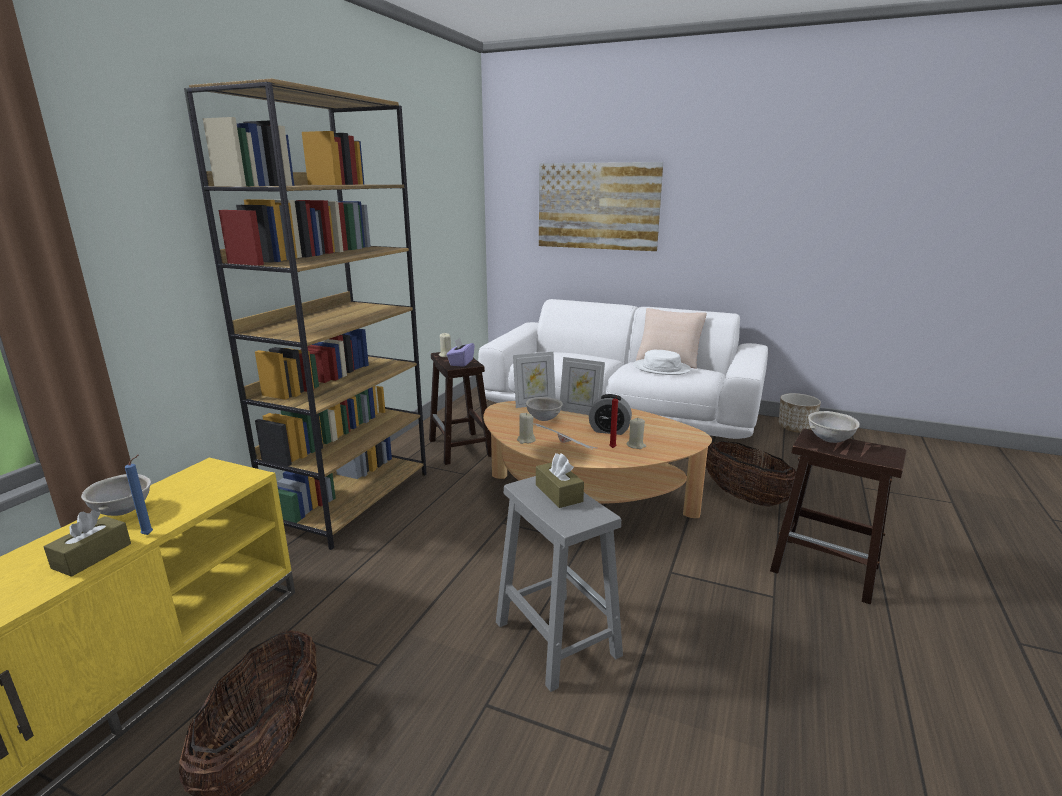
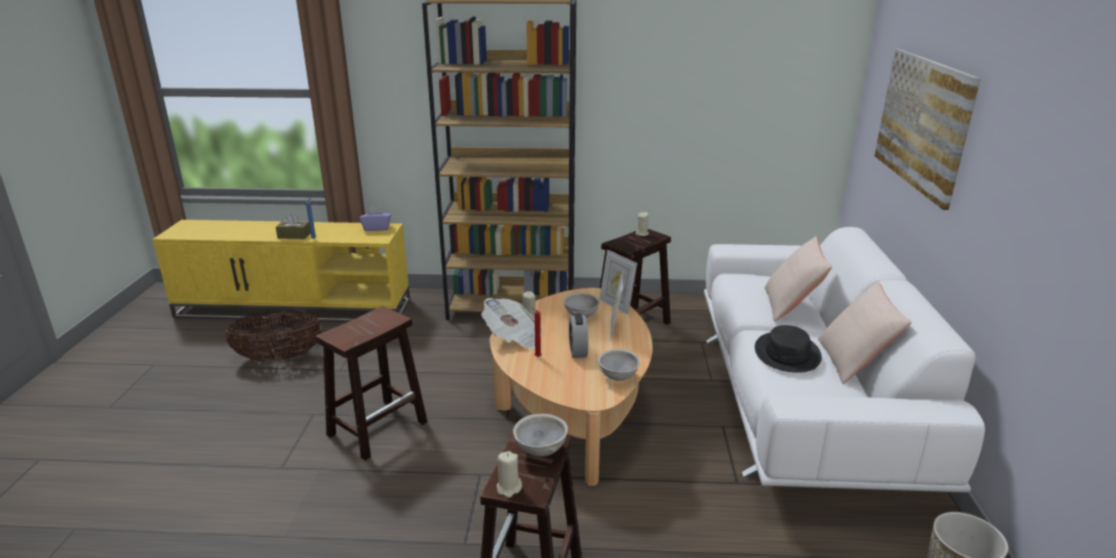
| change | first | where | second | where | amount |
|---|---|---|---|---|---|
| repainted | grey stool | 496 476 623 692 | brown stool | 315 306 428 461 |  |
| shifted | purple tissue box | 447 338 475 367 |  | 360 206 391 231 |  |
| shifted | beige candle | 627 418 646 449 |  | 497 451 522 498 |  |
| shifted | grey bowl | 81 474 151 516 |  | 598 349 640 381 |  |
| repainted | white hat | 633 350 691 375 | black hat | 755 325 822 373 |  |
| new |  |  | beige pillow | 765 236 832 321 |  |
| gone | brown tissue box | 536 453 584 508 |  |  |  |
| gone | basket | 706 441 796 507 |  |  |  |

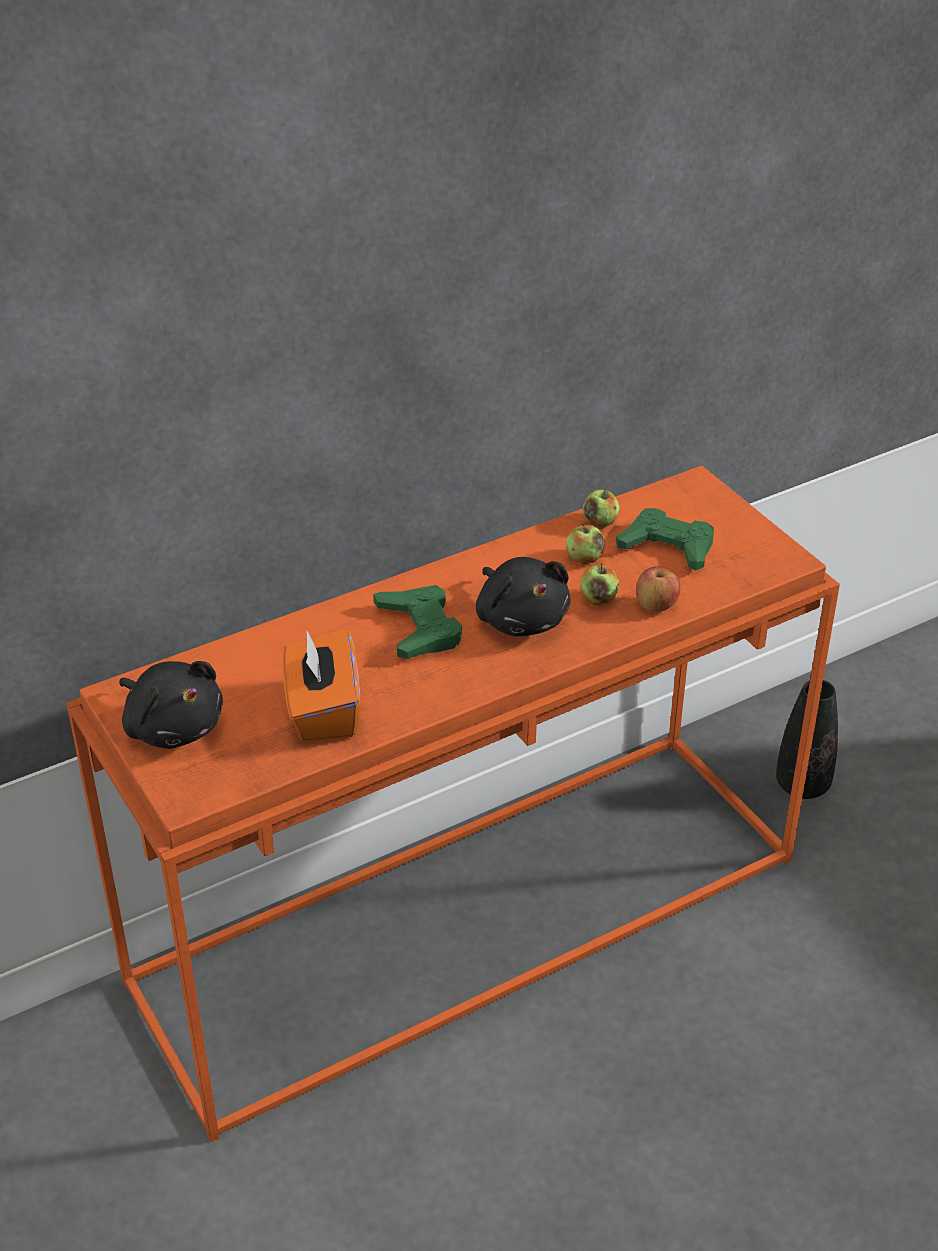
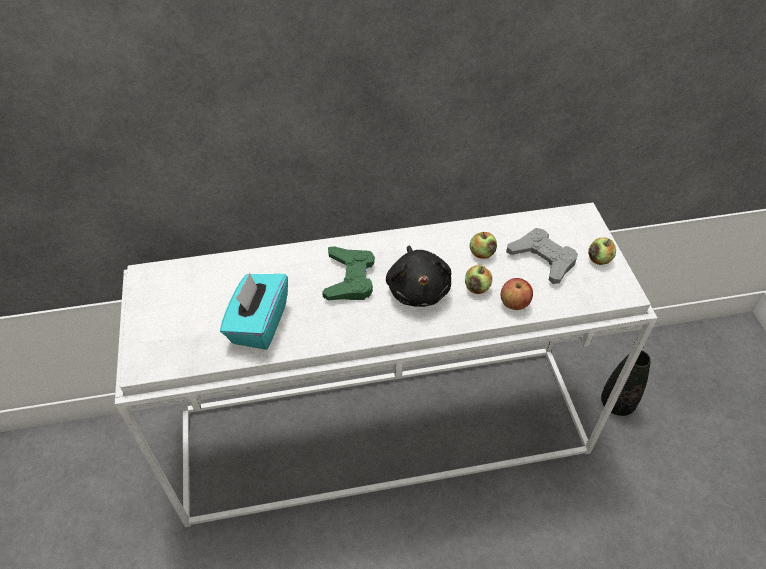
| change | first | where | second | where | amount |
|---|---|---|---|---|---|
| repainted | orange console table | 66 466 840 1142 | white console table | 115 202 657 527 |  |
| repainted | orange tissue box | 283 629 360 742 | turquoise tissue box | 220 273 288 350 |  |
| repainted | green game controller | 616 508 714 570 | grey game controller | 506 228 578 284 |  |
| shifted | apple | 582 489 620 528 |  | 588 237 616 265 |  |
| gone | black plush toy | 119 661 223 749 |  |  |  |

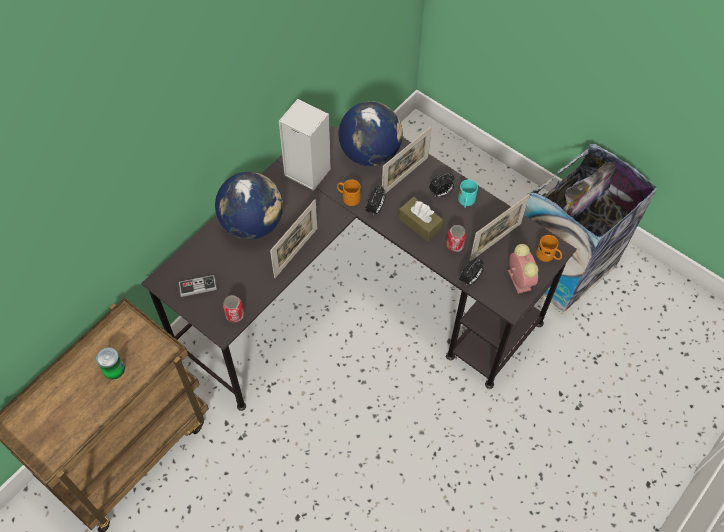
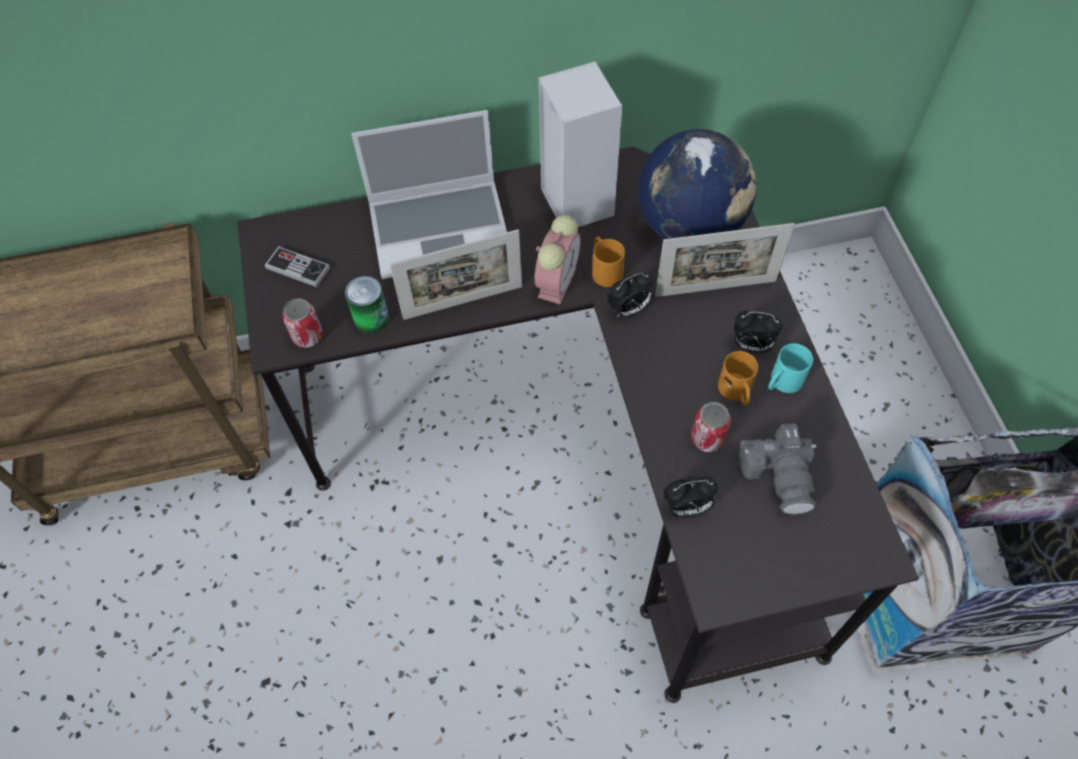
| change | first | where | second | where | amount |
|---|---|---|---|---|---|
| shifted | can | 96 347 125 380 |  | 345 276 389 333 |  |
| swapped | globe | 215 172 283 240 | laptop | 351 110 507 279 |  |
| shifted | alarm clock | 508 244 538 294 |  | 535 215 581 304 |  |
| shifted | orange mug | 536 235 562 262 |  | 718 351 758 406 |  |
| swapped | picture frame | 470 194 530 261 | photo camera | 739 424 817 515 |  |
| gone | brown tissue box | 399 197 443 242 |  |  |  |

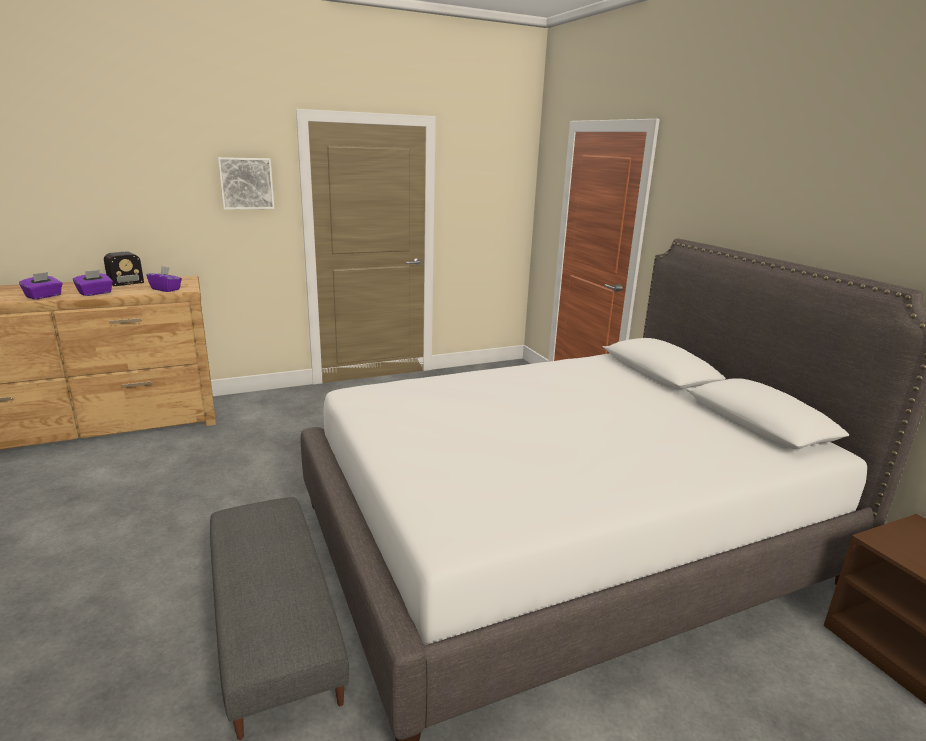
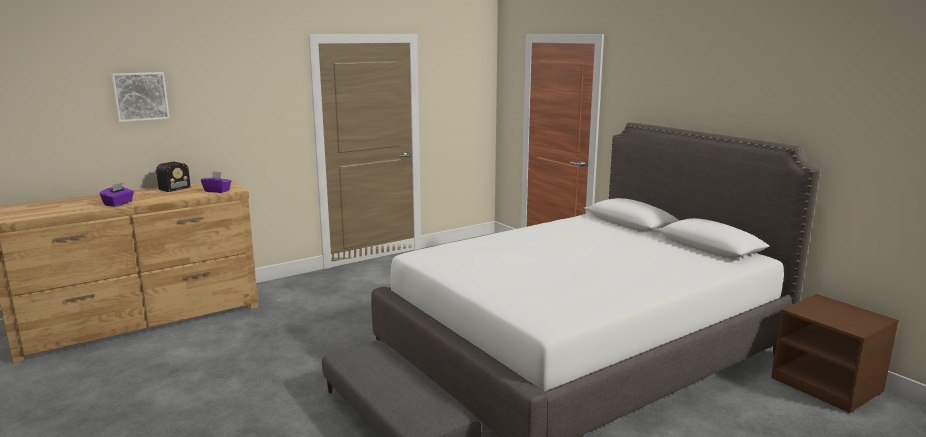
| change | first | where | second | where | amount |
|---|---|---|---|---|---|
| shifted | picture | 218 157 274 210 |  | 111 72 170 122 |  |
| gone | purple tissue box | 73 270 113 296 |  |  |  |

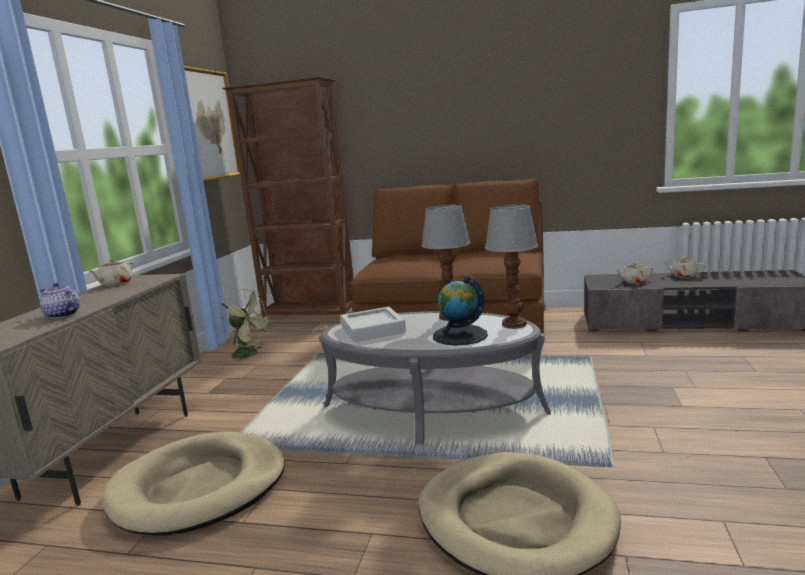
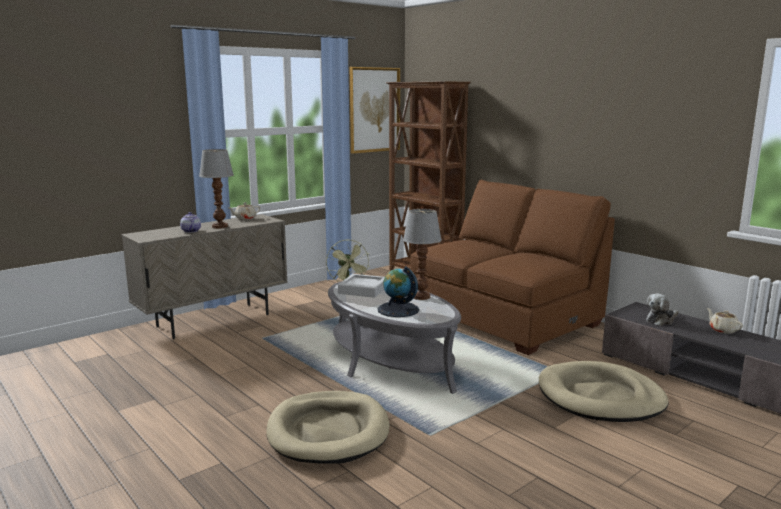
| change | first | where | second | where | amount |
|---|---|---|---|---|---|
| shifted | table lamp | 485 204 539 329 |  | 199 149 234 229 |  |
| shifted | beige dog bed | 102 432 285 536 |  | 539 361 668 422 |  |
| swapped | beige teapot | 615 263 653 284 | plush toy | 646 293 679 326 |  |

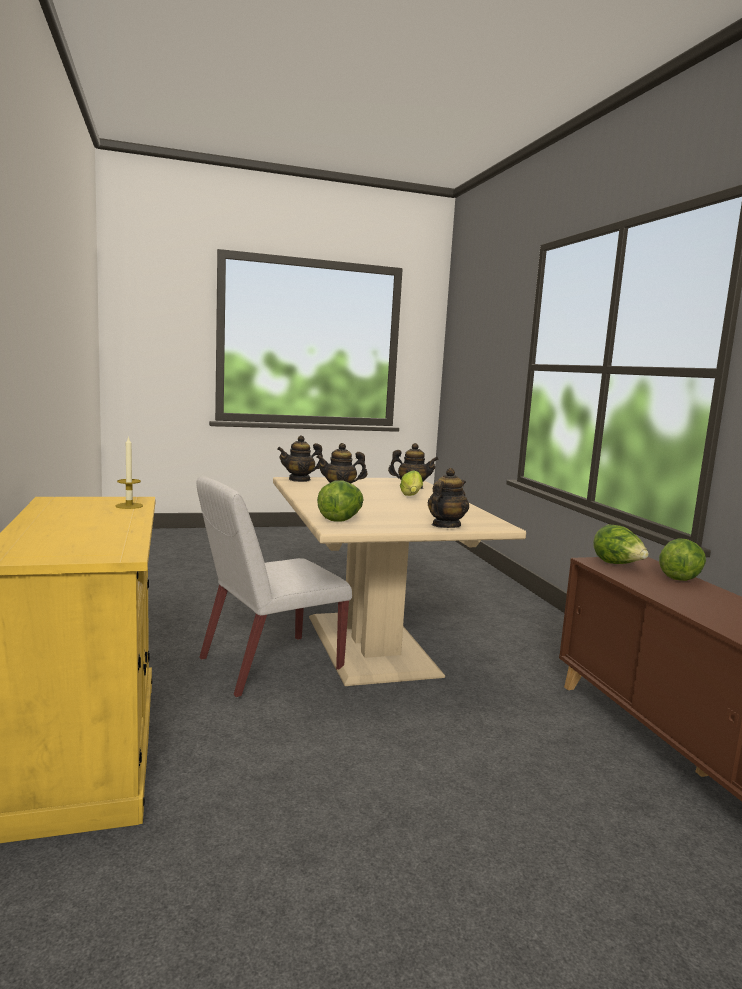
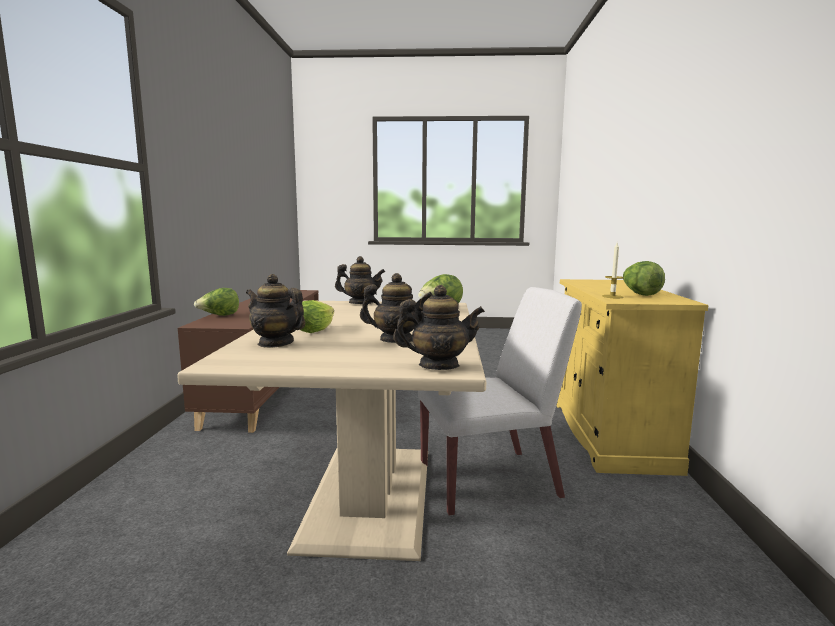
| change | first | where | second | where | amount |
|---|---|---|---|---|---|
| rotated | teapot | 428 468 469 528 |  | 335 256 385 304 | 135 degrees counterclockwise |
| shifted | lettuce | 593 525 649 564 |  | 623 261 665 296 |  |

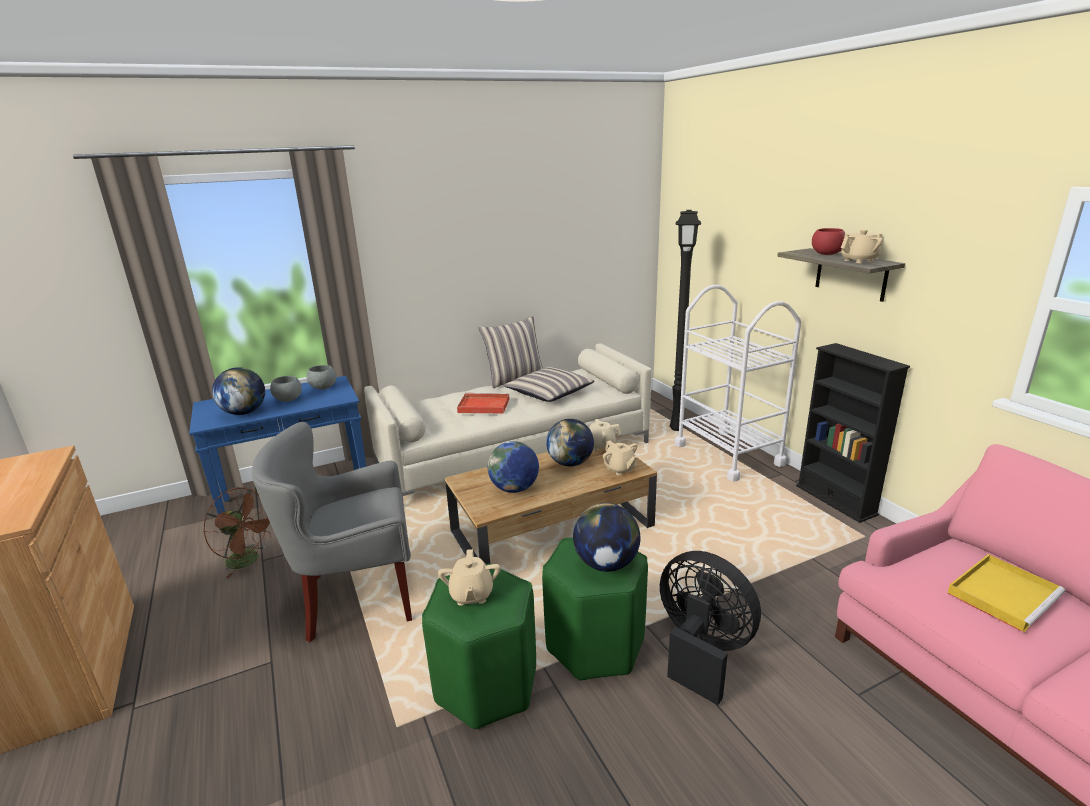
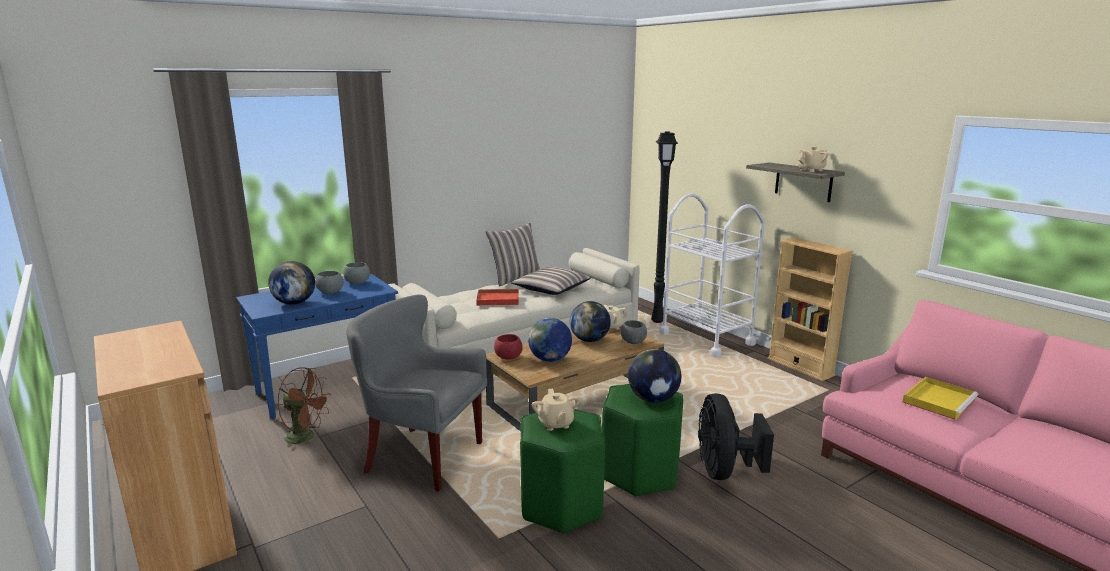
| change | first | where | second | where | amount |
|---|---|---|---|---|---|
| rotated | grey armchair | 252 422 412 642 |  | 346 295 487 492 | 45 degrees clockwise |
| shifted | red bowl | 812 228 845 255 |  | 494 334 523 360 |  |
| swapped | beige teapot | 603 440 638 475 | grey bowl | 621 320 647 344 |  |
| rotated | black fan | 660 551 761 705 |  | 698 393 774 480 | 120 degrees counterclockwise |
| repainted | black bookcase | 796 343 910 523 | beige bookcase | 767 237 854 381 |  |

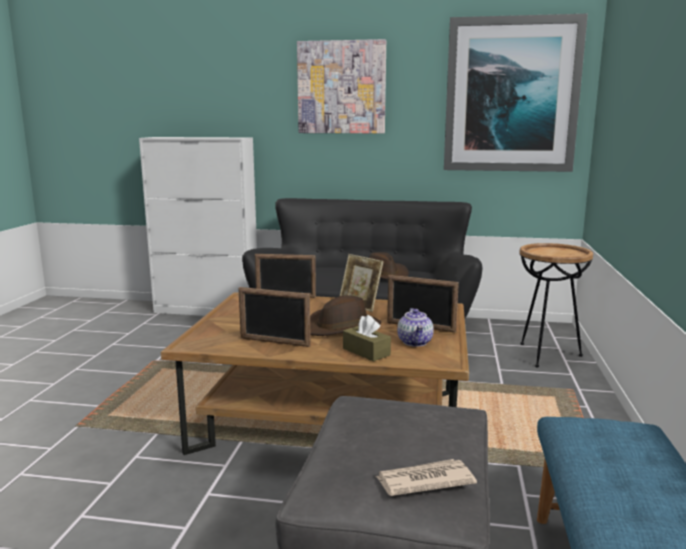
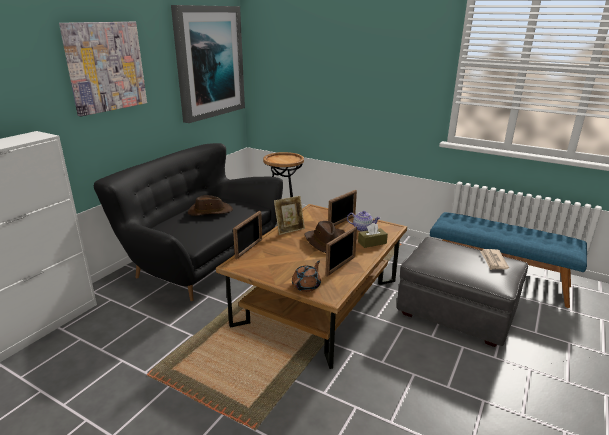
| change | first | where | second | where | amount |
|---|---|---|---|---|---|
| new |  |  | brown teapot | 292 260 321 292 |  |

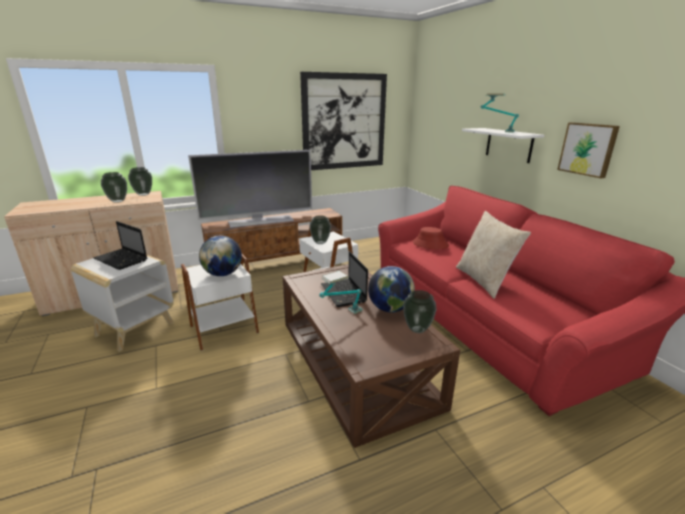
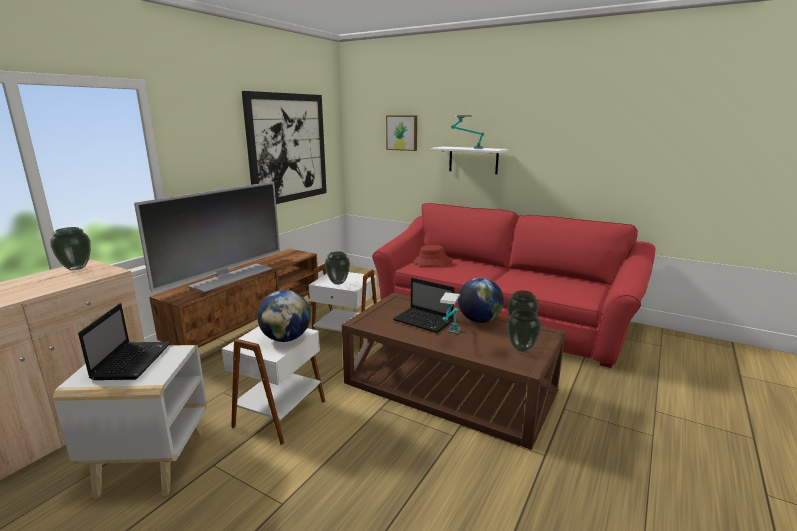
| change | first | where | second | where | amount |
|---|---|---|---|---|---|
| rotated | laptop | 93 221 147 270 |  | 78 303 171 380 | 90 degrees counterclockwise |
| shifted | picture | 557 122 620 178 |  | 386 116 417 151 |  |
| shifted | vase | 101 172 127 203 |  | 507 308 541 352 |  |
| gone | beige pillow | 456 211 531 299 |  |  |  |

